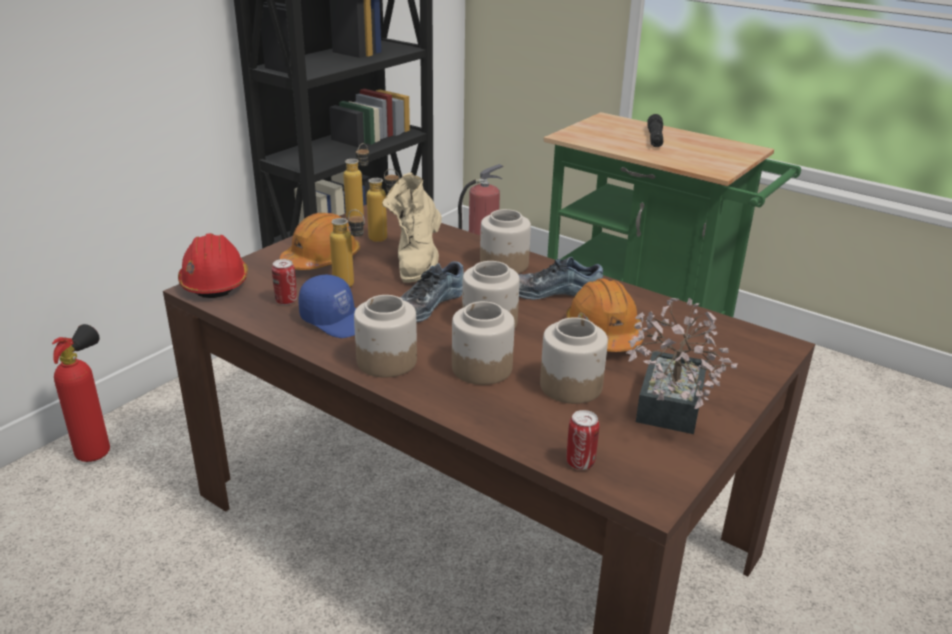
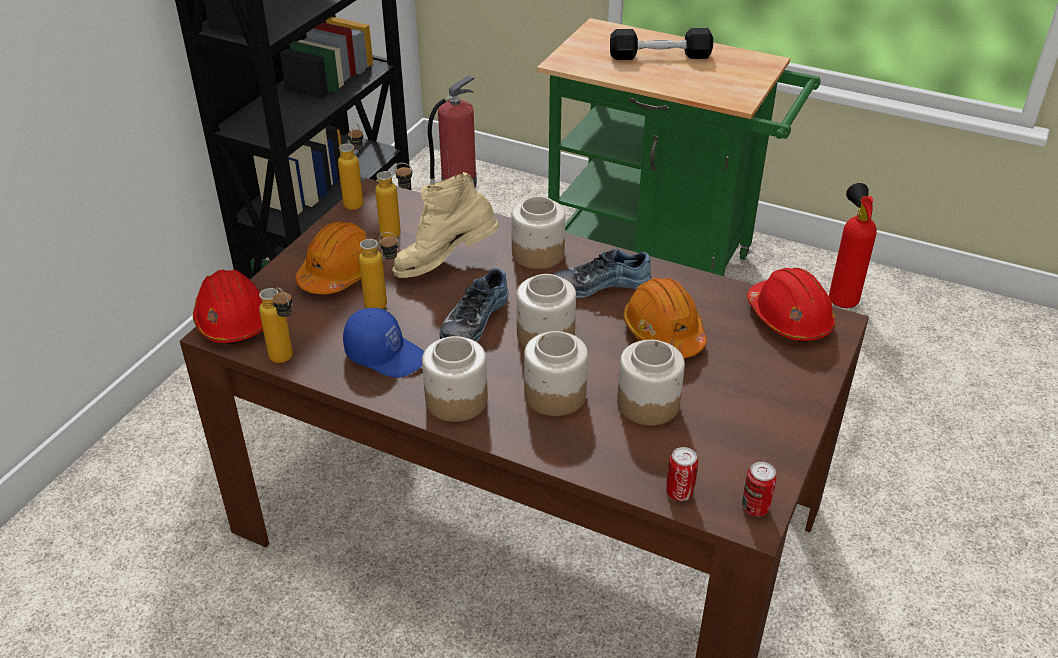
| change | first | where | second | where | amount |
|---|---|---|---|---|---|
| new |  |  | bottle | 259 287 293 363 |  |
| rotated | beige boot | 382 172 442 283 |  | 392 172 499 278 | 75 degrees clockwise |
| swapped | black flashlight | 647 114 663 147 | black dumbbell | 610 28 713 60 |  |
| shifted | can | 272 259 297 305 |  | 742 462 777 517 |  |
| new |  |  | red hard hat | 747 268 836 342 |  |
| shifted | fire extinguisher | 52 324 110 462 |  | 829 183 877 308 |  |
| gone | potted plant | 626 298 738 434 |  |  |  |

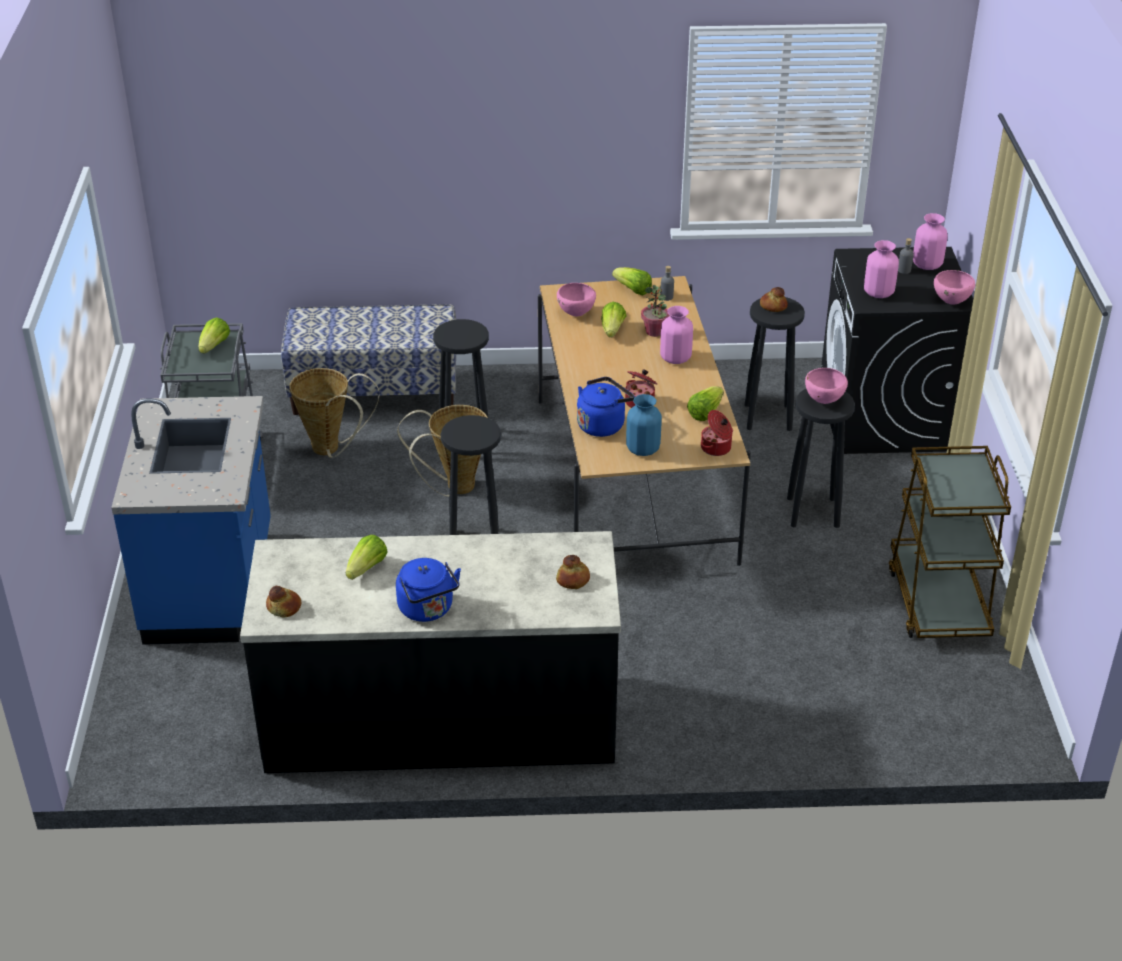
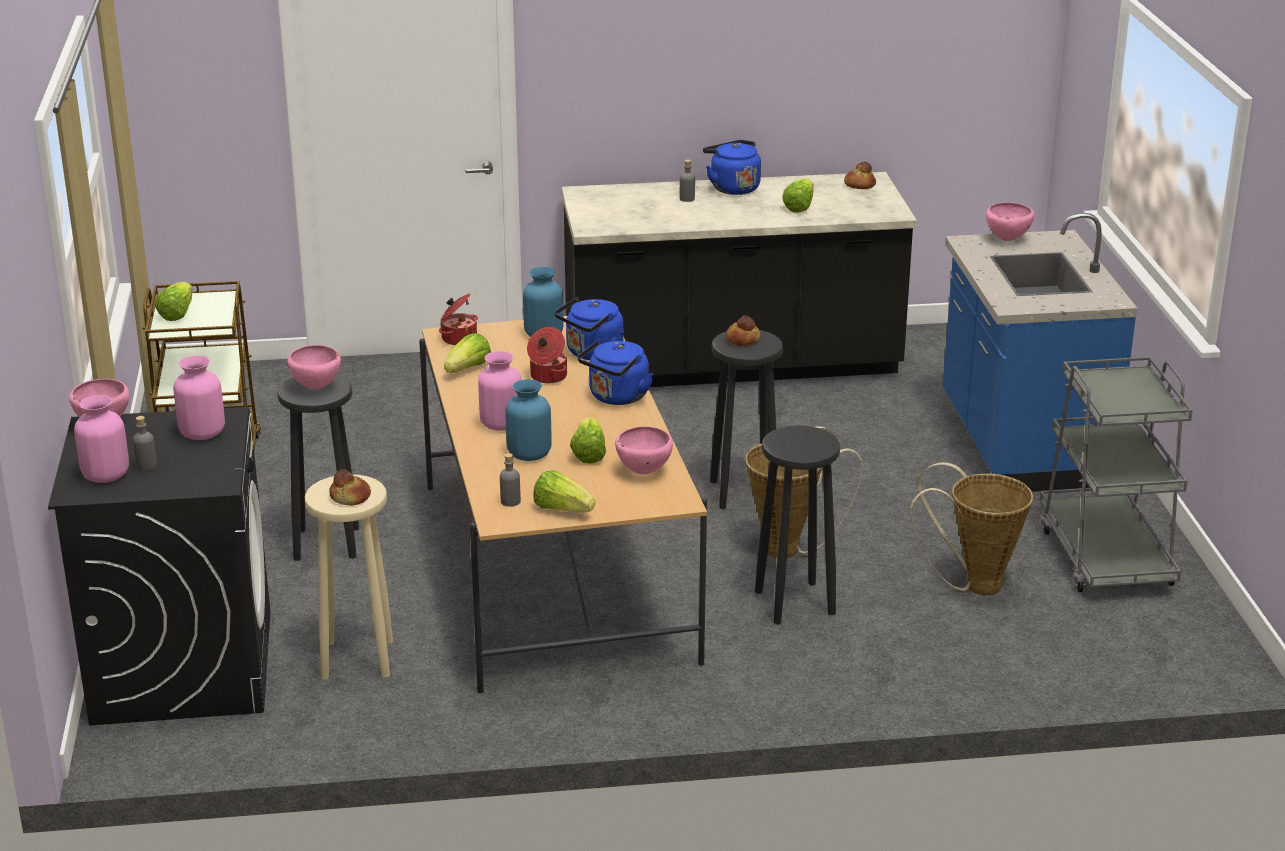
| change | first | where | second | where | amount |
|---|---|---|---|---|---|
| shifted | lettuce | 198 317 230 353 |  | 155 282 193 321 |  |
| repainted | black stool | 745 297 805 431 | beige stool | 305 474 393 680 |  |
| swapped | potted plant | 641 285 669 337 | blue vase | 505 379 552 461 |  |
| new |  |  | blue kettle | 577 340 653 405 |  |
| new |  |  | grey bottle | 680 160 695 202 |  |
| shifted | bread | 556 555 590 589 |  | 726 315 760 346 |  |
| new |  |  | pink bowl | 986 202 1034 241 |  |
| gone | bench | 281 304 456 415 |  |  |  |

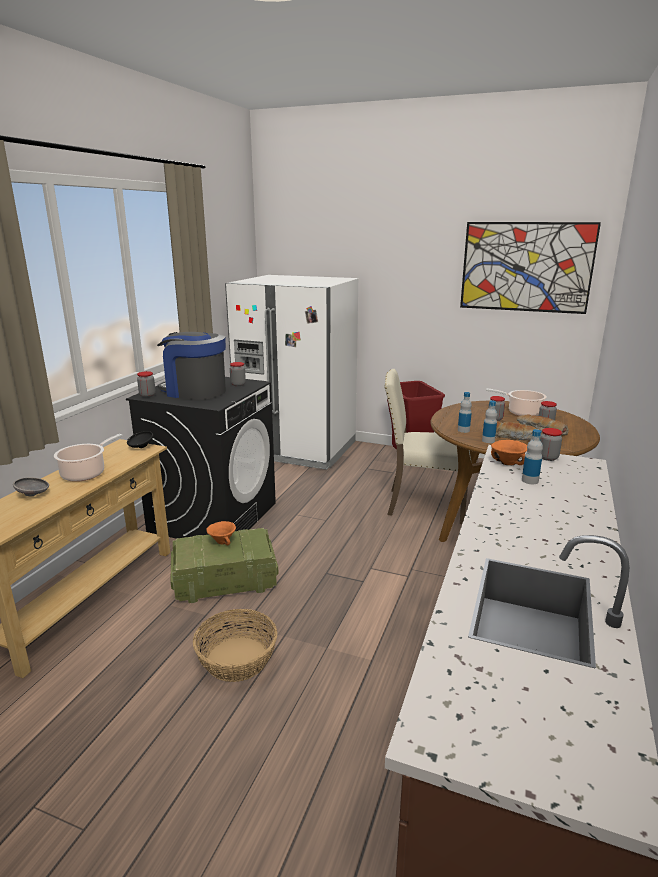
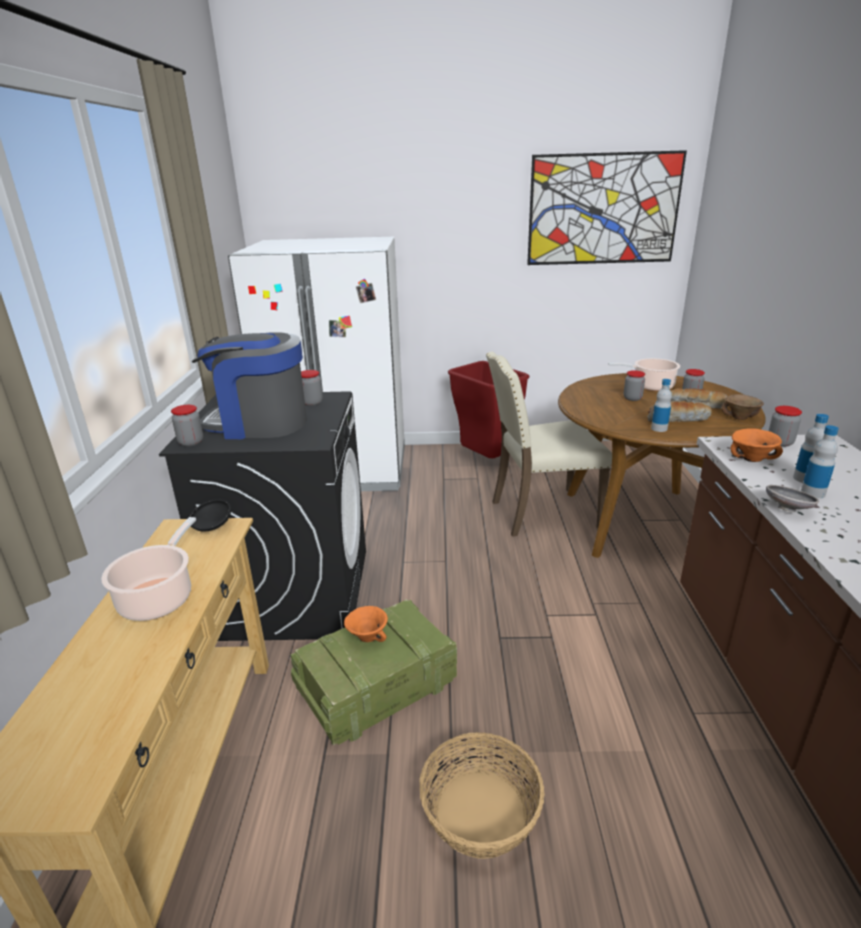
| change | first | where | second | where | amount |
|---|---|---|---|---|---|
| new |  |  | brown bowl | 721 394 764 420 |  |
| shifted | grey bowl | 13 477 49 496 |  | 766 485 819 512 |  |
| shifted | bottle | 458 392 472 433 |  | 801 425 839 498 |  |

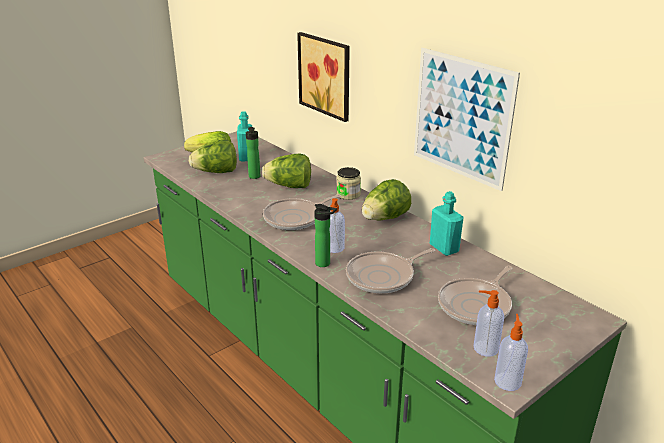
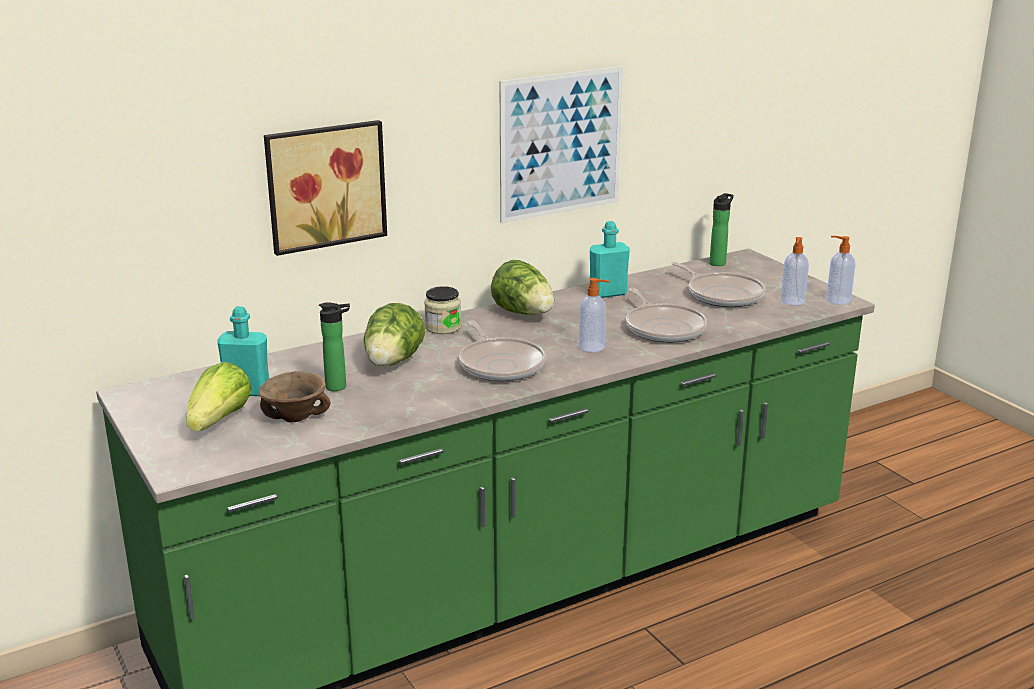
| change | first | where | second | where | amount |
|---|---|---|---|---|---|
| swapped | lettuce | 189 140 237 173 | brown bowl | 258 371 331 423 |  |
| shifted | bottle | 314 204 337 267 |  | 710 193 734 266 |  |

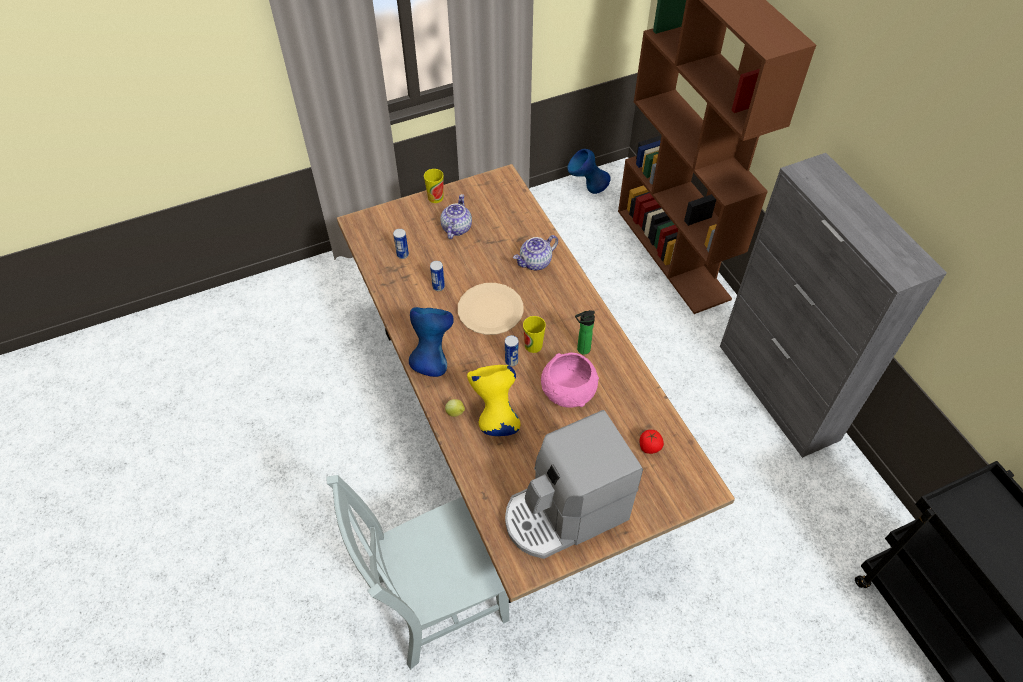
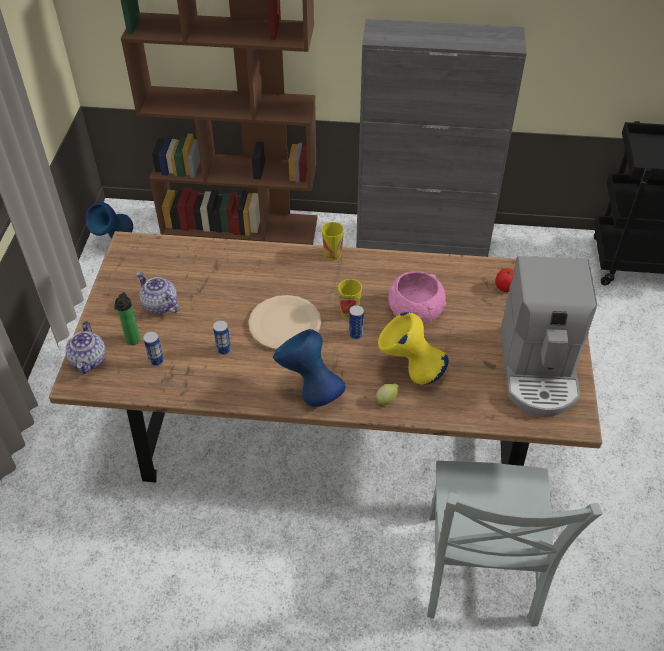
| change | first | where | second | where | amount |
|---|---|---|---|---|---|
| shifted | teapot | 513 235 558 270 |  | 65 321 106 374 |  |
| shifted | bottle | 575 310 595 355 |  | 114 292 140 345 |  |
| shifted | cup | 424 169 443 203 |  | 322 222 344 260 |  |

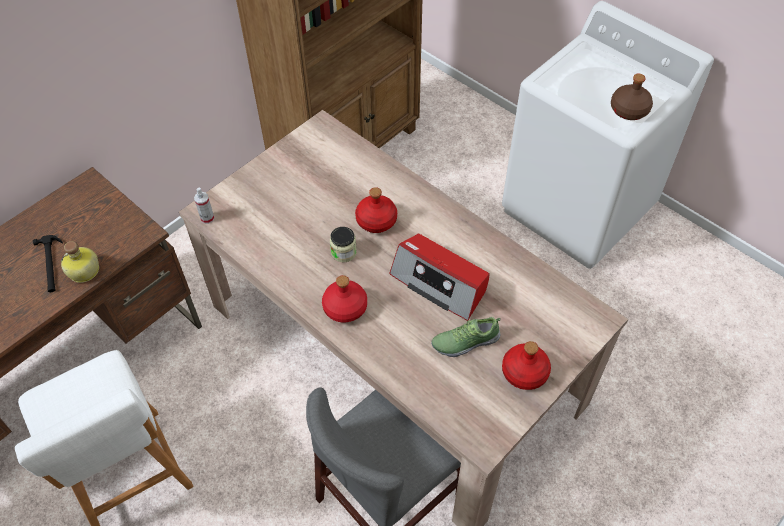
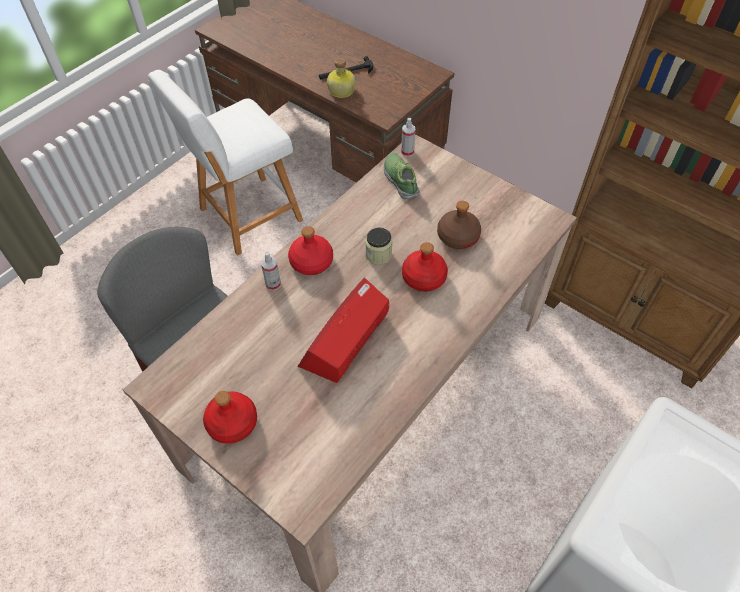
| change | first | where | second | where | amount |
|---|---|---|---|---|---|
| new |  |  | spray bottle | 261 252 281 291 |  |
| shifted | shoe | 431 317 501 357 |  | 384 153 420 200 |  |
| shifted | brown bottle | 611 74 653 120 |  | 437 201 481 249 |  |

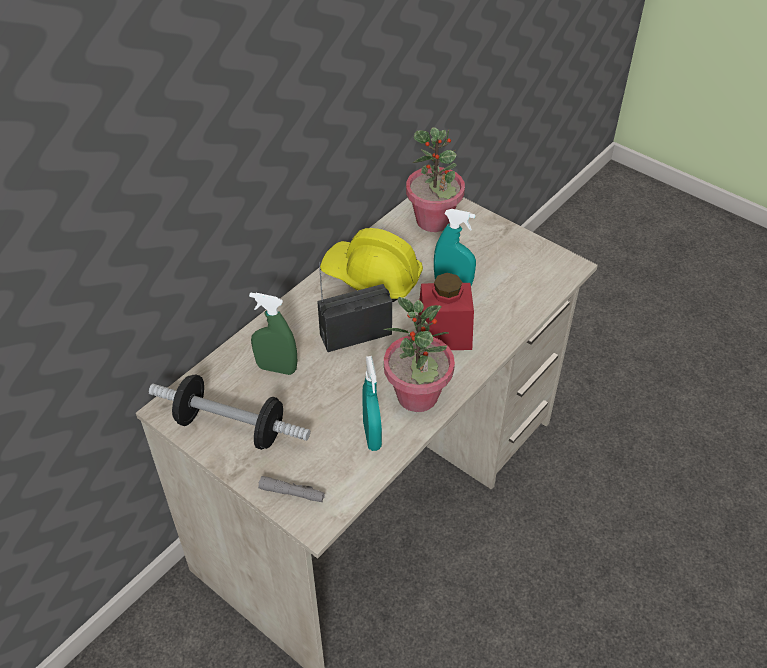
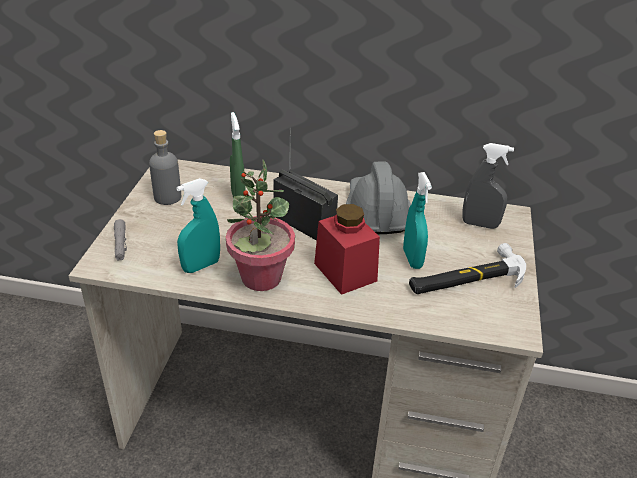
| change | first | where | second | where | amount |
|---|---|---|---|---|---|
| swapped | dumbbell | 149 374 310 450 | grey bottle | 149 130 181 205 |  |
| repainted | yellow hard hat | 320 228 423 302 | grey hard hat | 346 162 411 234 |  |
| new |  |  | hammer | 409 243 526 294 |  |
| swapped | potted plant | 406 127 465 232 | grey spray bottle | 462 143 514 229 |  |

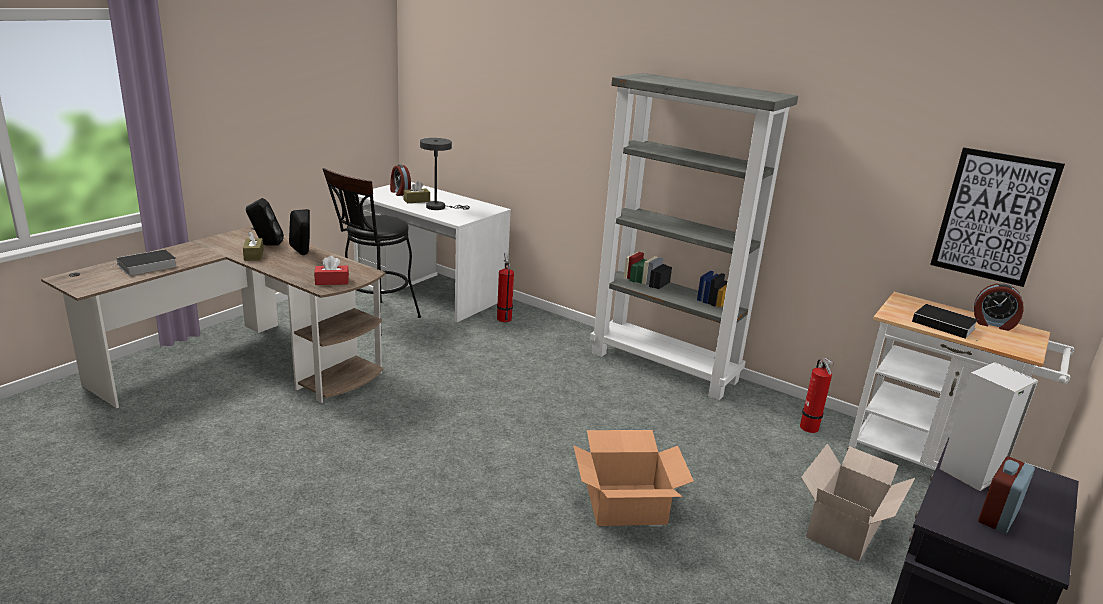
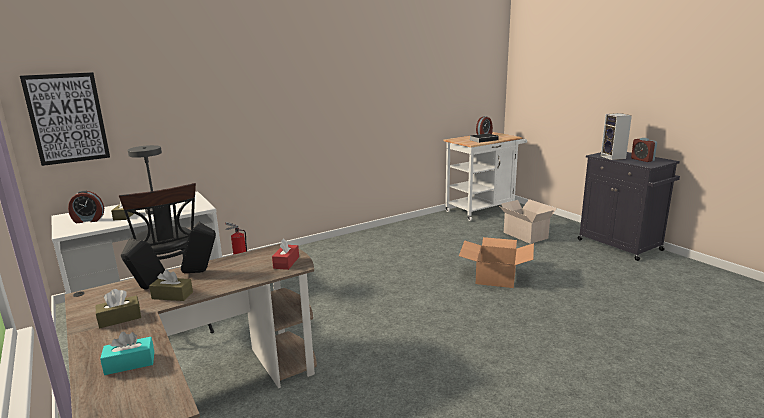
| change | first | where | second | where | amount |
|---|---|---|---|---|---|
| shifted | picture | 930 147 1065 287 |  | 20 72 110 166 |  |
| new |  |  | brown tissue box | 96 289 141 328 |  |
| swapped | book | 109 249 177 276 | turquoise tissue box | 100 332 154 375 |  |
| gone | grey bookcase | 590 73 798 400 |  |  |  |
| gone | fire extinguisher | 800 358 833 433 |  |  |  |

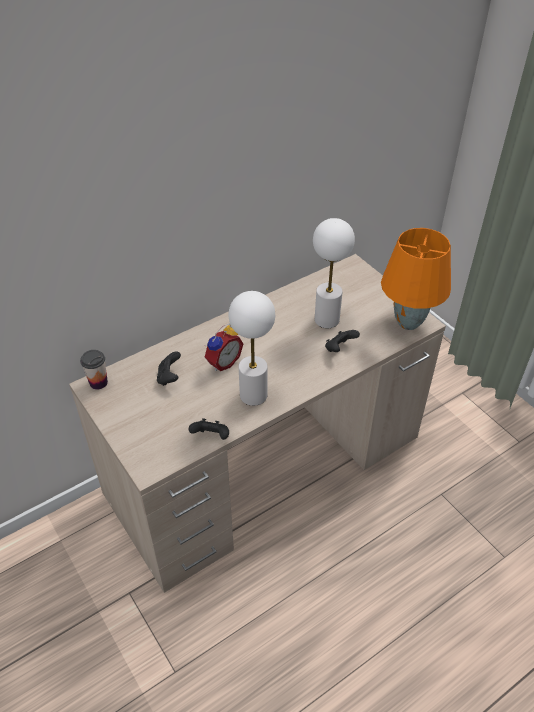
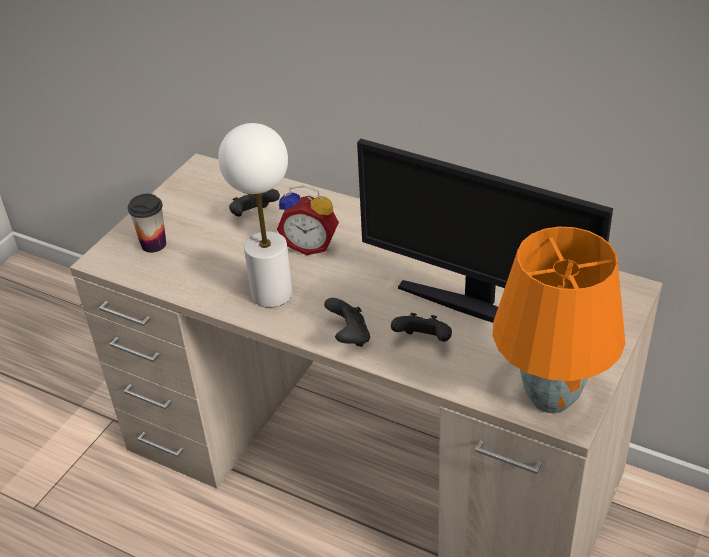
| change | first | where | second | where | amount |
|---|---|---|---|---|---|
| shifted | cup | 80 350 108 390 |  | 128 194 166 253 |  |
| shifted | black game controller | 189 418 229 440 |  | 324 298 370 347 |  |
| swapped | white table lamp | 313 218 355 328 | monitor | 357 139 613 323 |  |

